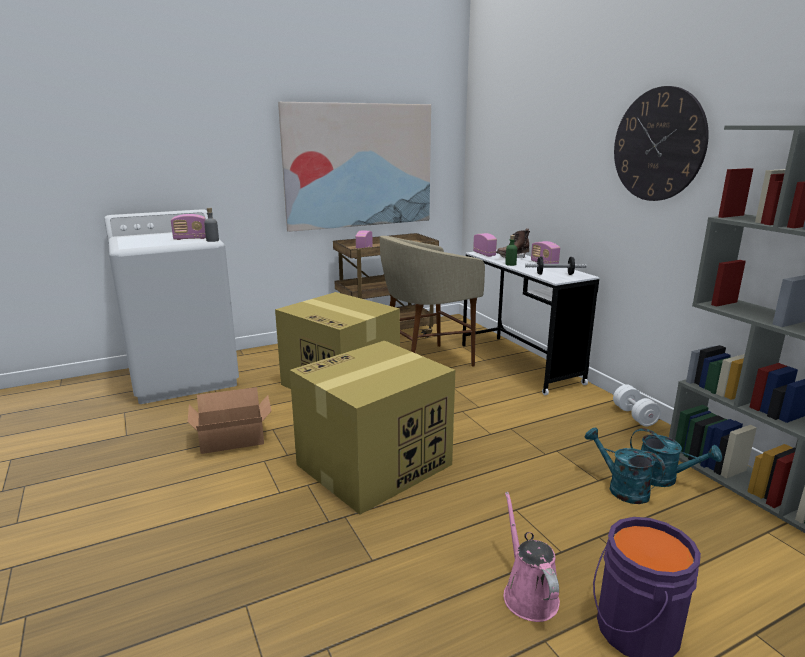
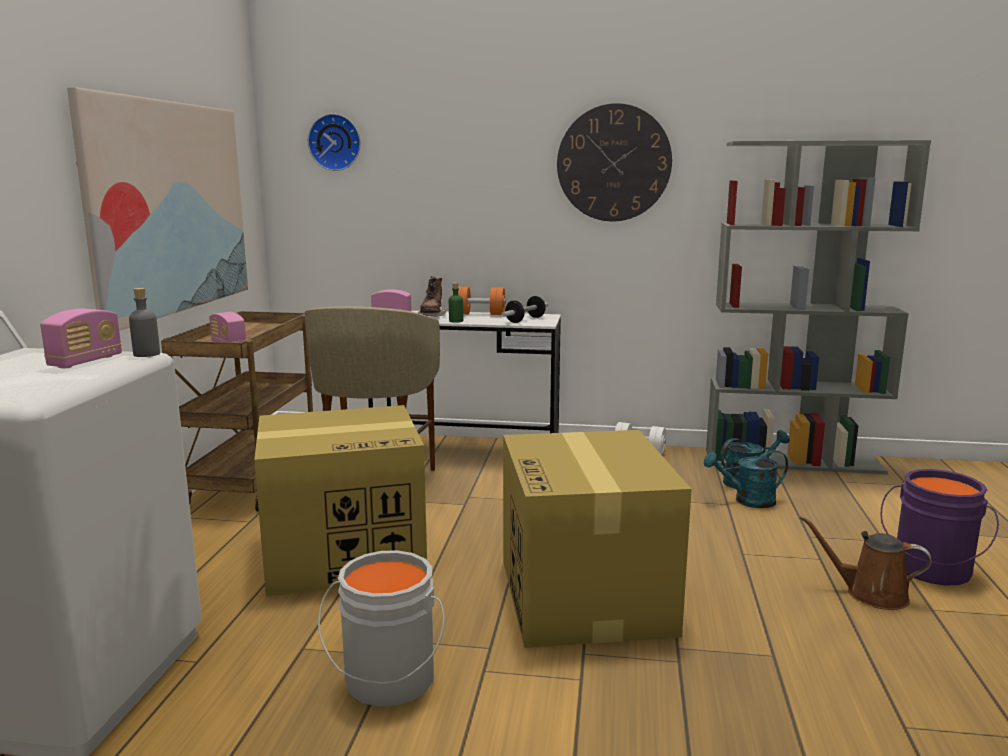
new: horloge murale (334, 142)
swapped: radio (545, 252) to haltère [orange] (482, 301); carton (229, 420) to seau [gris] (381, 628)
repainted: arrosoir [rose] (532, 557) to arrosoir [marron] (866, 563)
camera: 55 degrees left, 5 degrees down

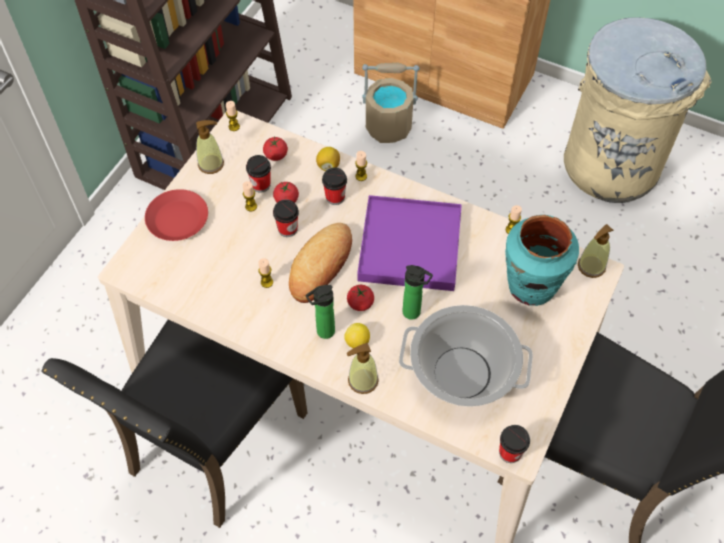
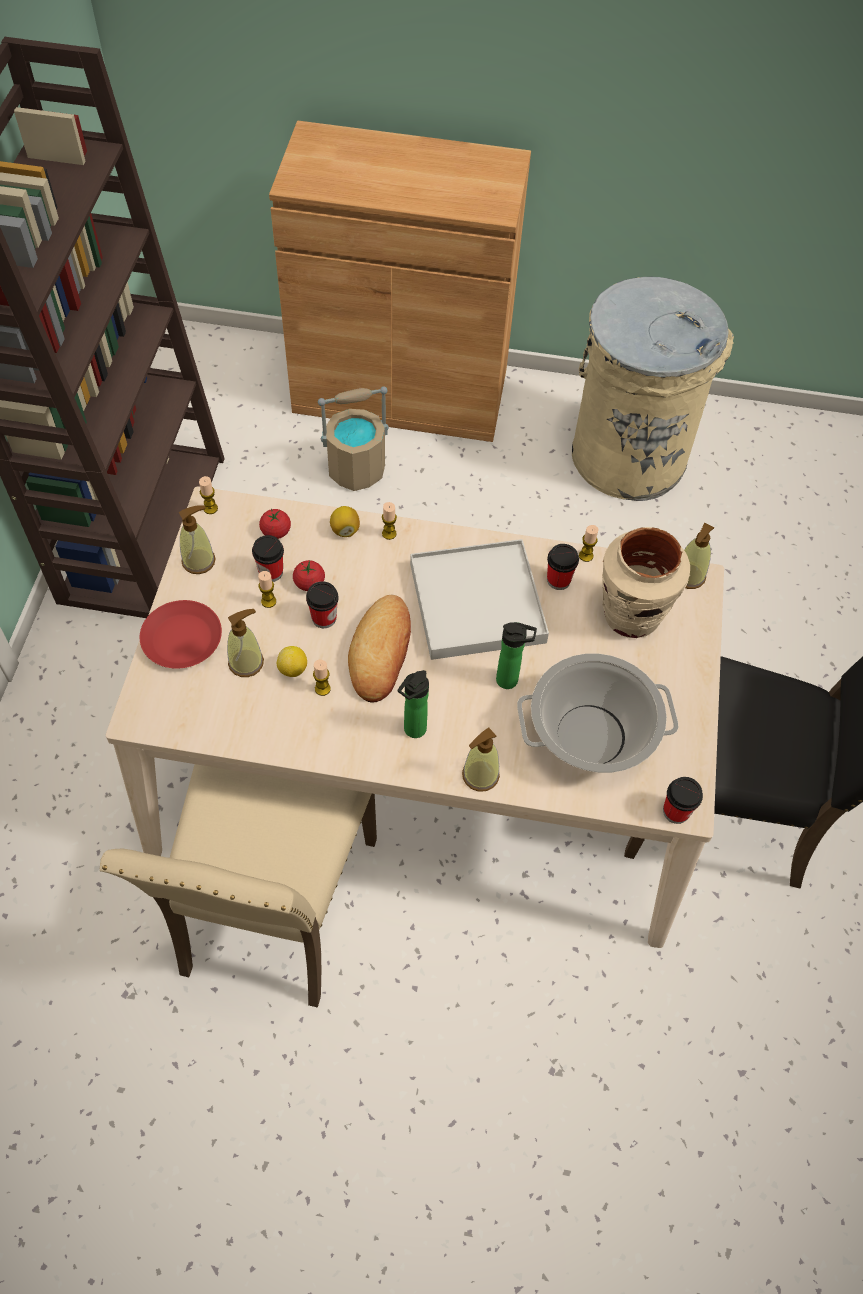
gone: tomate (360, 298)
new: distributeur de savon (245, 643)
shifted: tasse (334, 186) to (563, 567); citron (357, 335) to (292, 661)
repainted: plateau [violet] (409, 243) to plateau [blanc] (479, 599); vase [turquoise] (542, 260) to vase [beige] (646, 582); chaise [noir] (175, 423) to chaise [beige] (238, 886)
camera: 20 degrees left, 0 degrees up

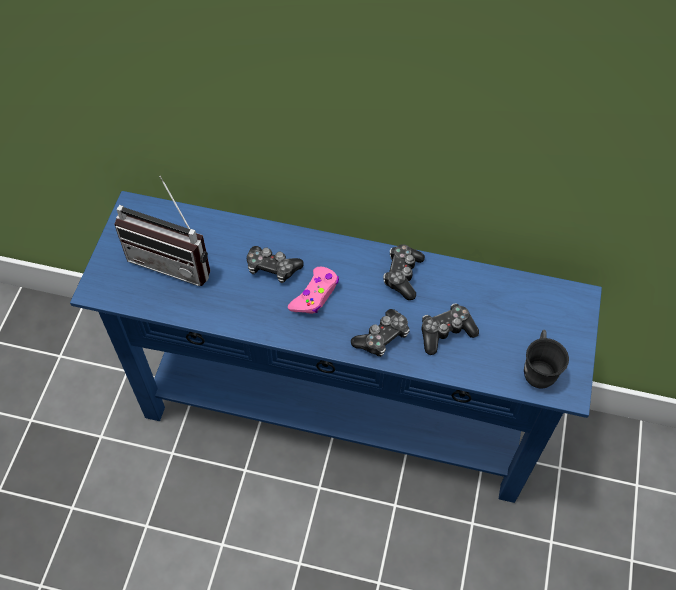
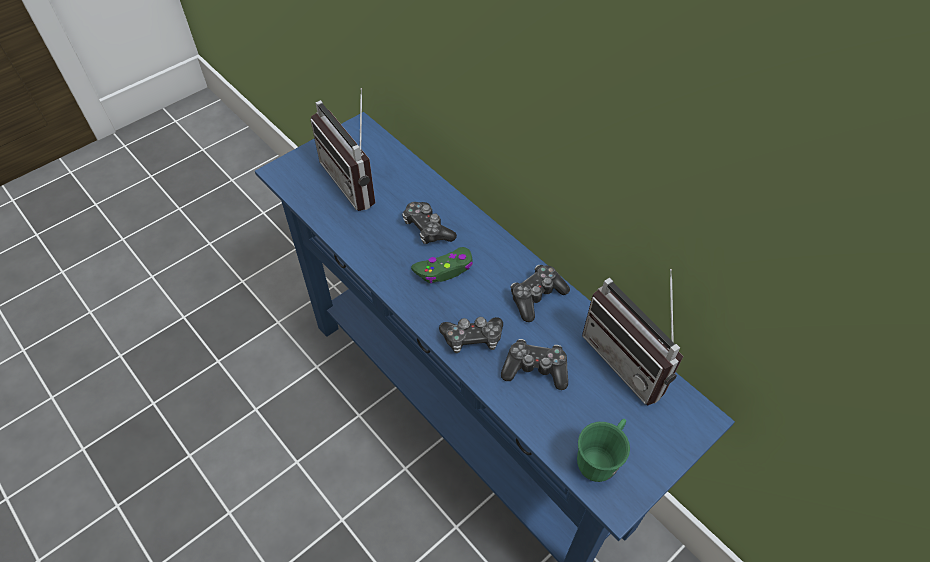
new: radio (632, 337)
repainted: manette [rose] (313, 290) to manette [vert] (442, 265); mug [gris] (546, 359) to mug [vert] (603, 450)
camera: 35 degrees right, 5 degrees down

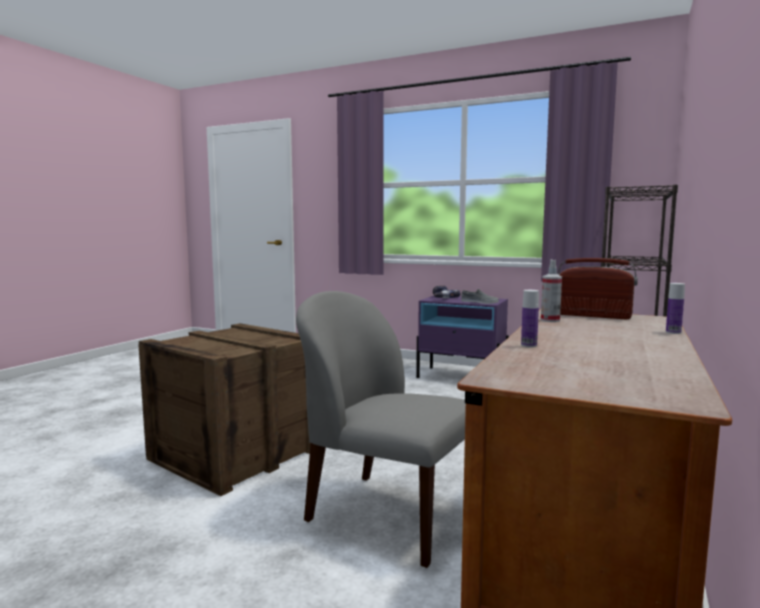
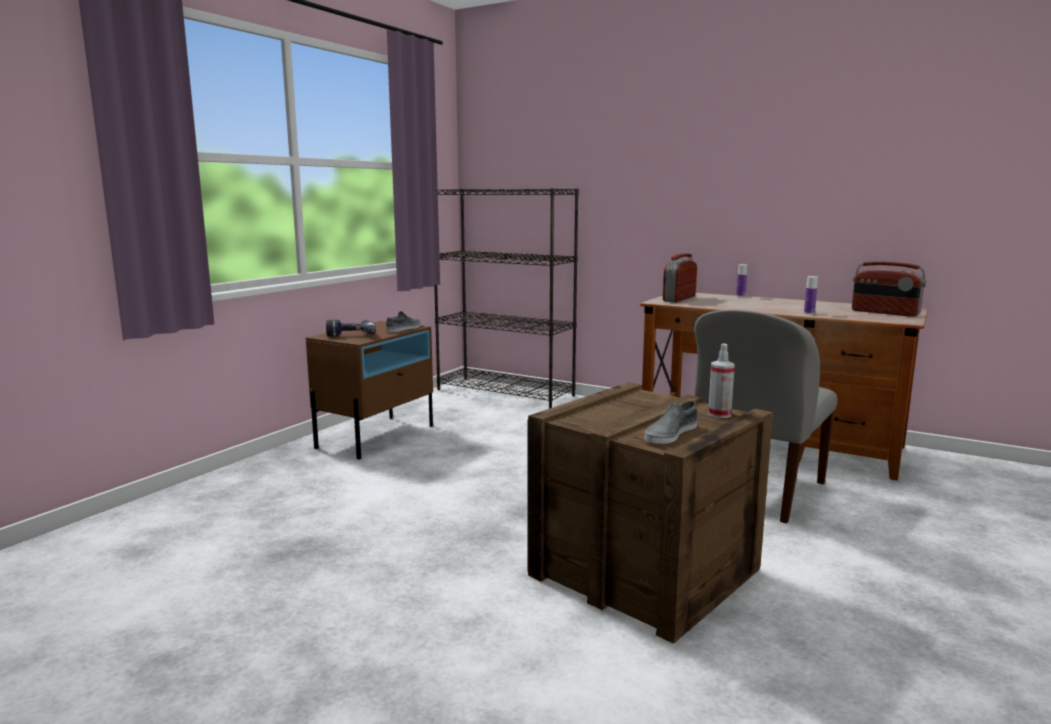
new: radio (889, 289); chaussure [gris] (671, 422)
shifted: vaporisateur (551, 291) to (721, 381)
repainted: table de chevet [violet] (462, 337) to table de chevet [marron] (369, 390)
camera: 85 degrees left, 5 degrees up

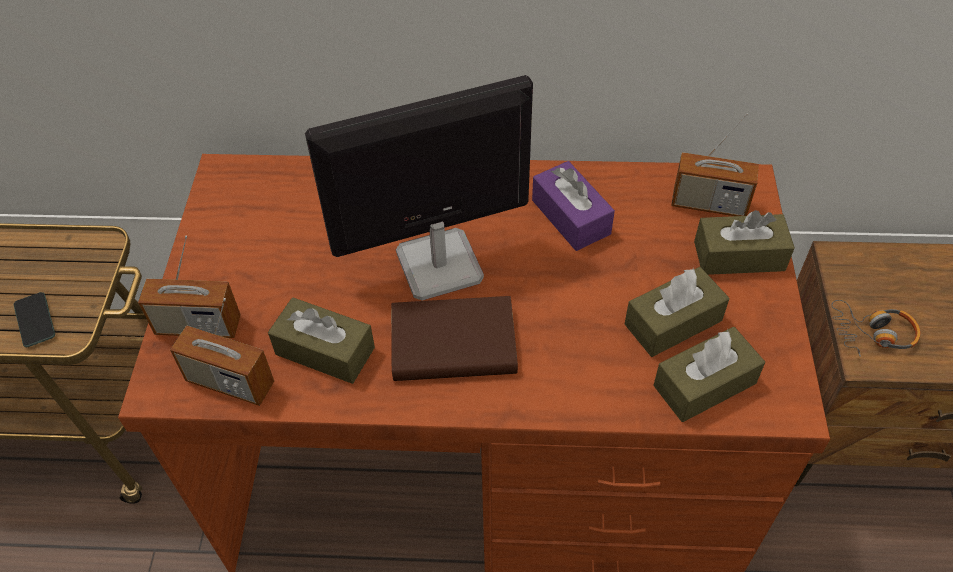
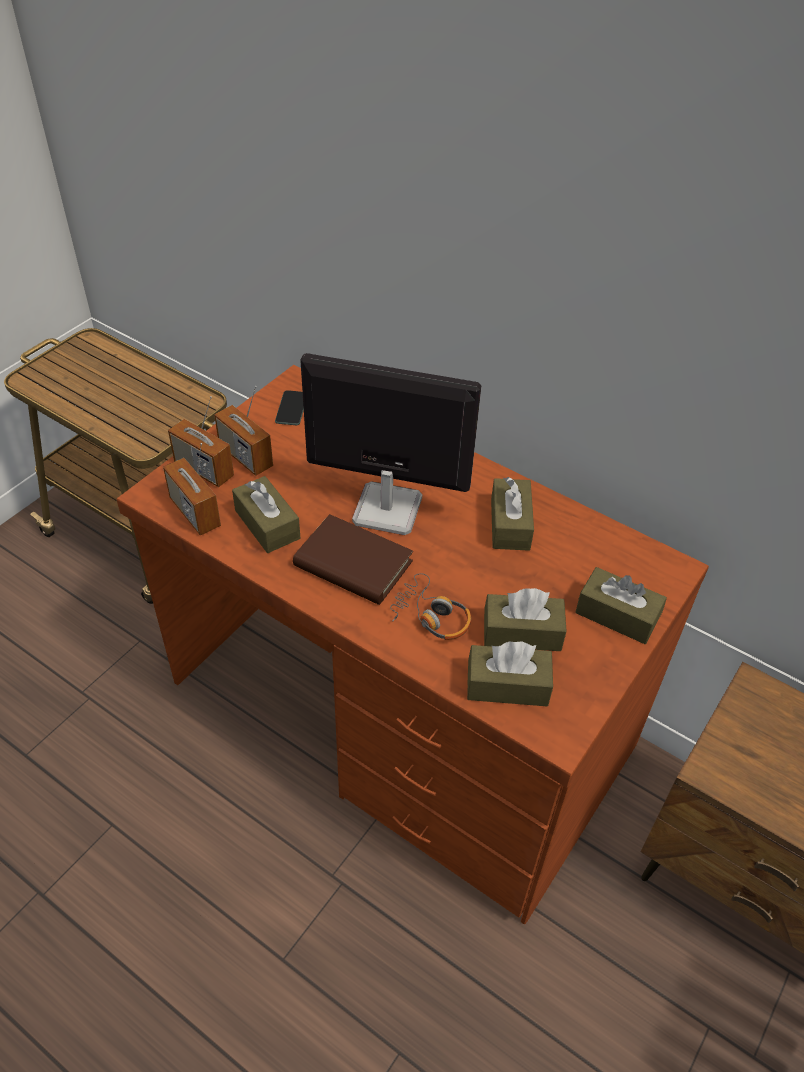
shifted: radio (715, 164) to (243, 431); téléphone (34, 319) to (289, 407); casque audio (875, 328) to (430, 606)
repainted: boîte à mouchoirs [violet] (573, 206) to boîte à mouchoirs [marron] (512, 514)
camera: 30 degrees right, 5 degrees down

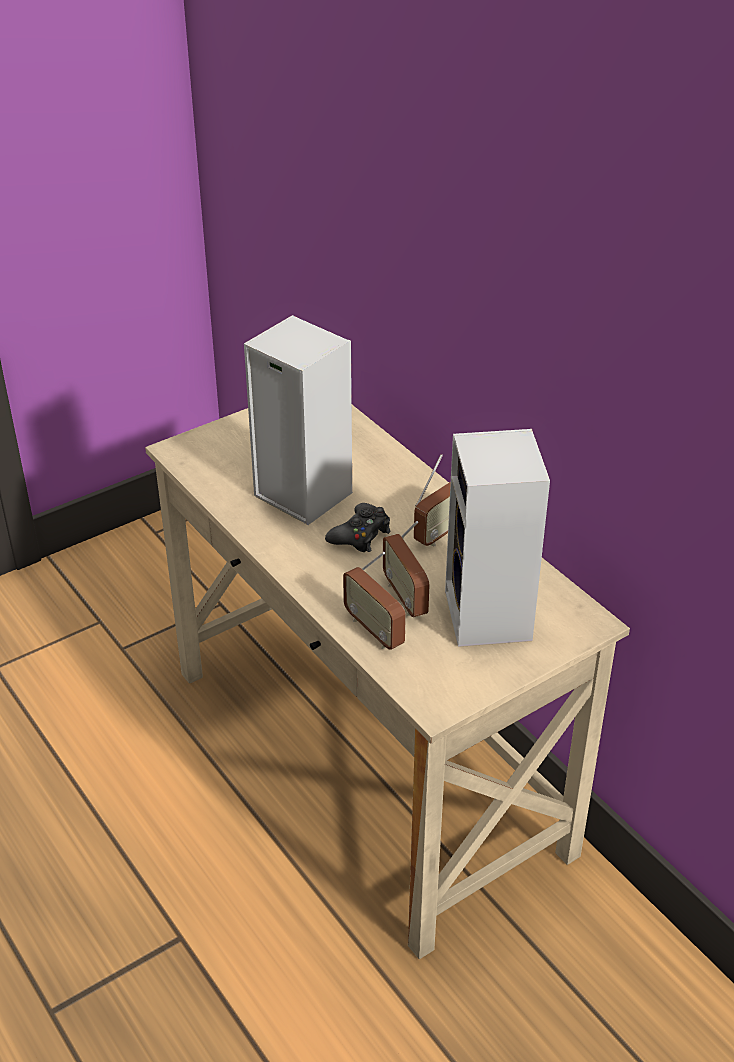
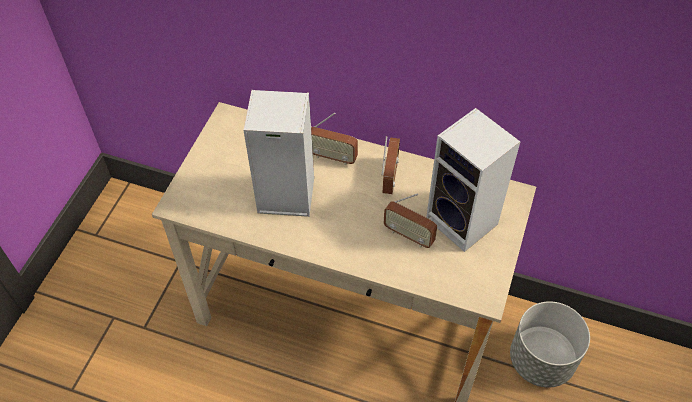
gone: manette [noir] (358, 527)
new: cache-pot [gris] (550, 344)
shifted: radio (374, 601) to (334, 138)
camera: 35 degrees left, 15 degrees up

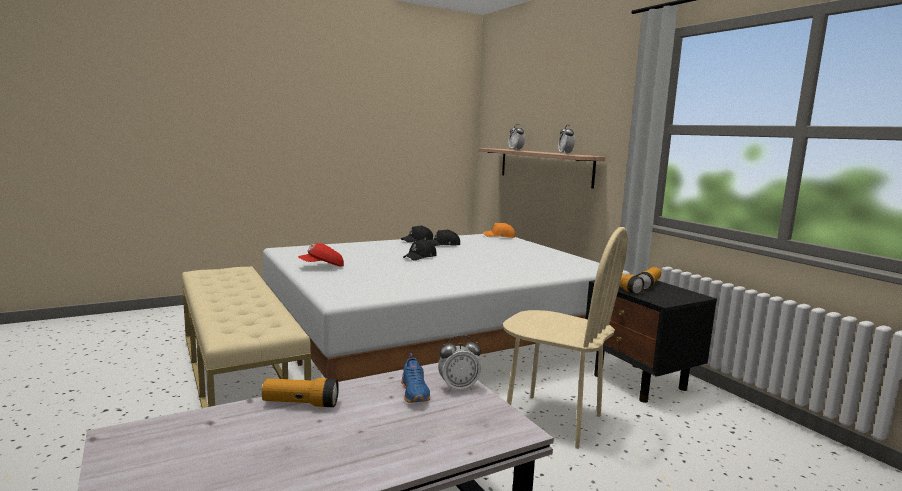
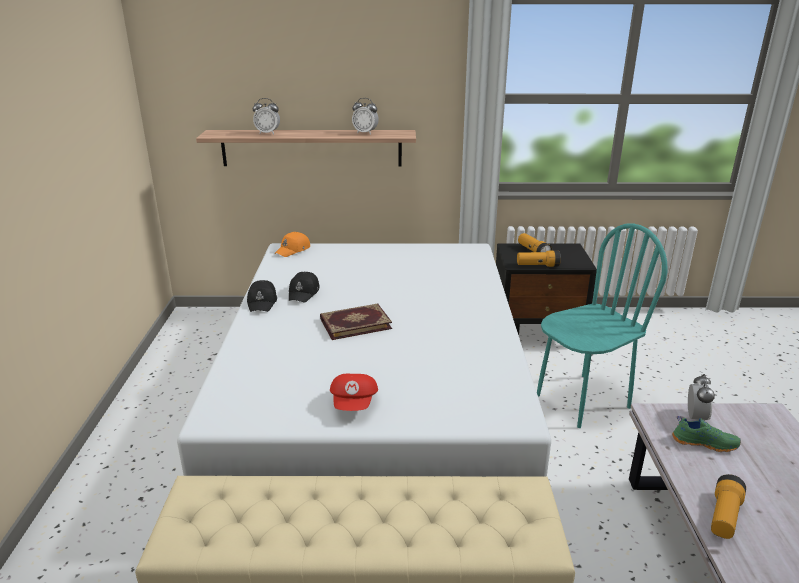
swapped: casquette [noir] (419, 250) to livre (356, 322)
repainted: chaise [beige] (565, 338) to chaise [turquoise] (602, 325); chaussure [bleu] (415, 378) to chaussure [vert] (706, 434)
camera: 60 degrees left, 15 degrees up

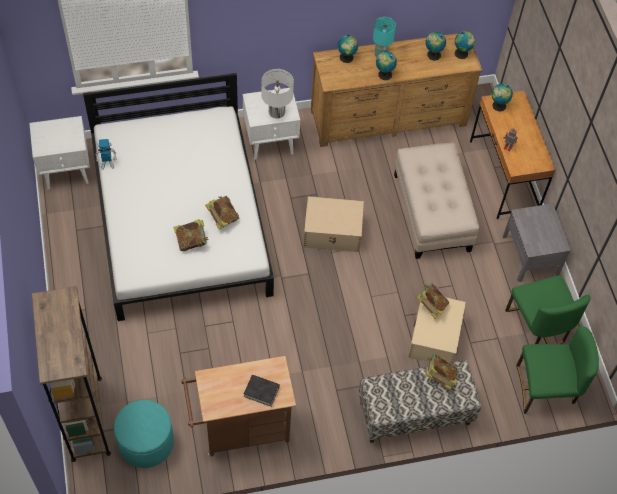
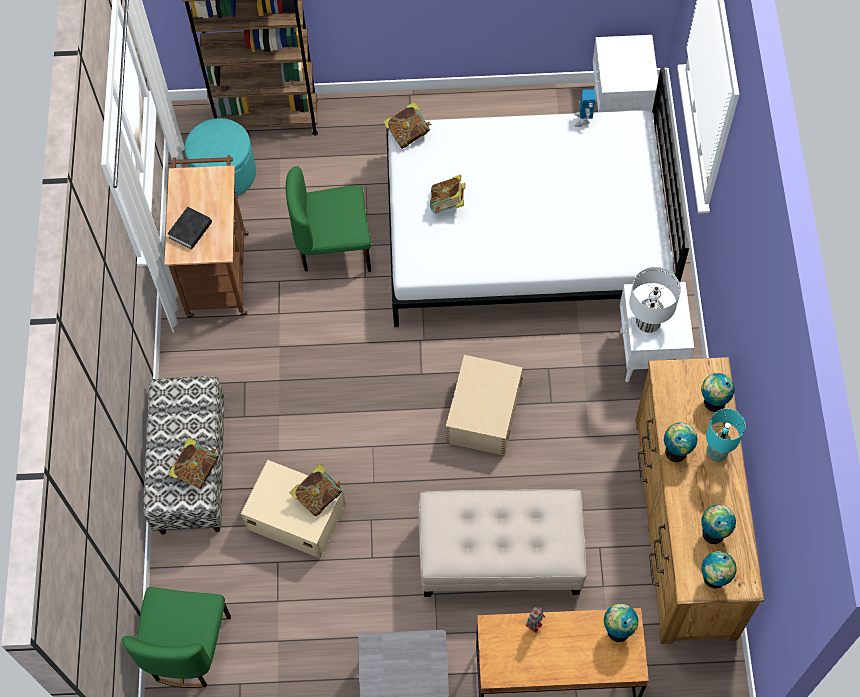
shifted: livre (222, 212) to (407, 125); chaise [vert] (548, 309) to (328, 219)
camera: 105 degrees right, 5 degrees up

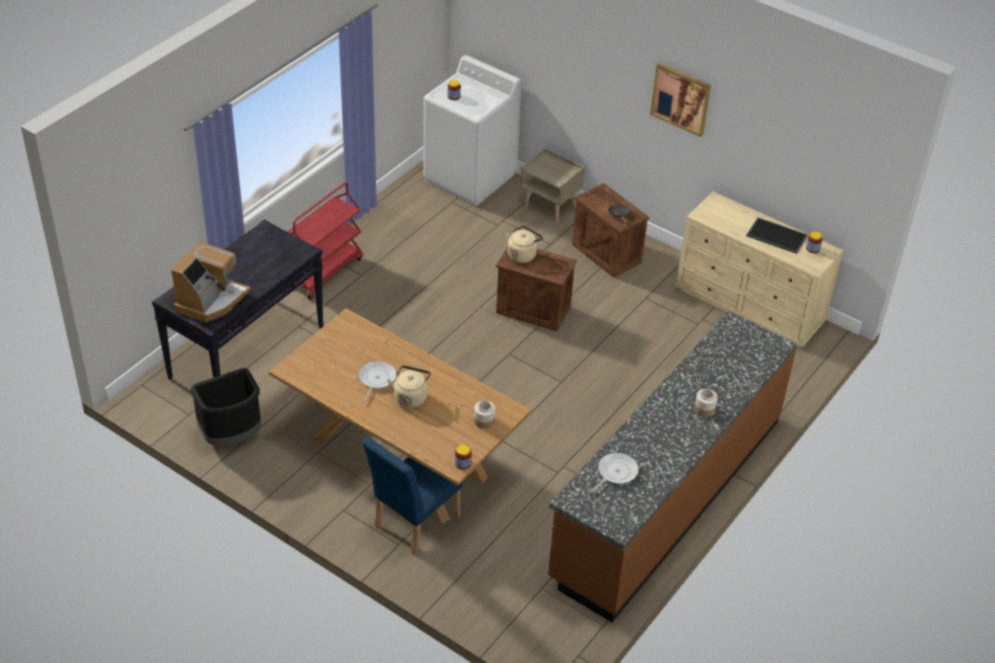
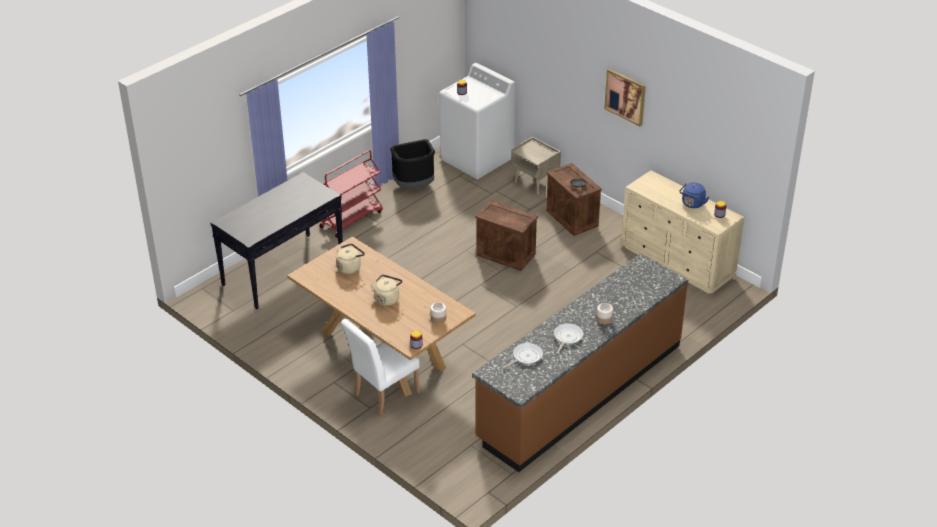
gone: machine à café (211, 282)
shifted: bouilloire [beige] (524, 244) to (350, 258); poêle (377, 382) to (569, 338); poubelle [noir] (225, 407) to (412, 163)
swapped: plateau (777, 236) to bouilloire [bleu] (694, 195)
repainted: chaise [bleu] (412, 496) to chaise [blanc] (380, 367)
camera: 10 degrees right, 5 degrees down

